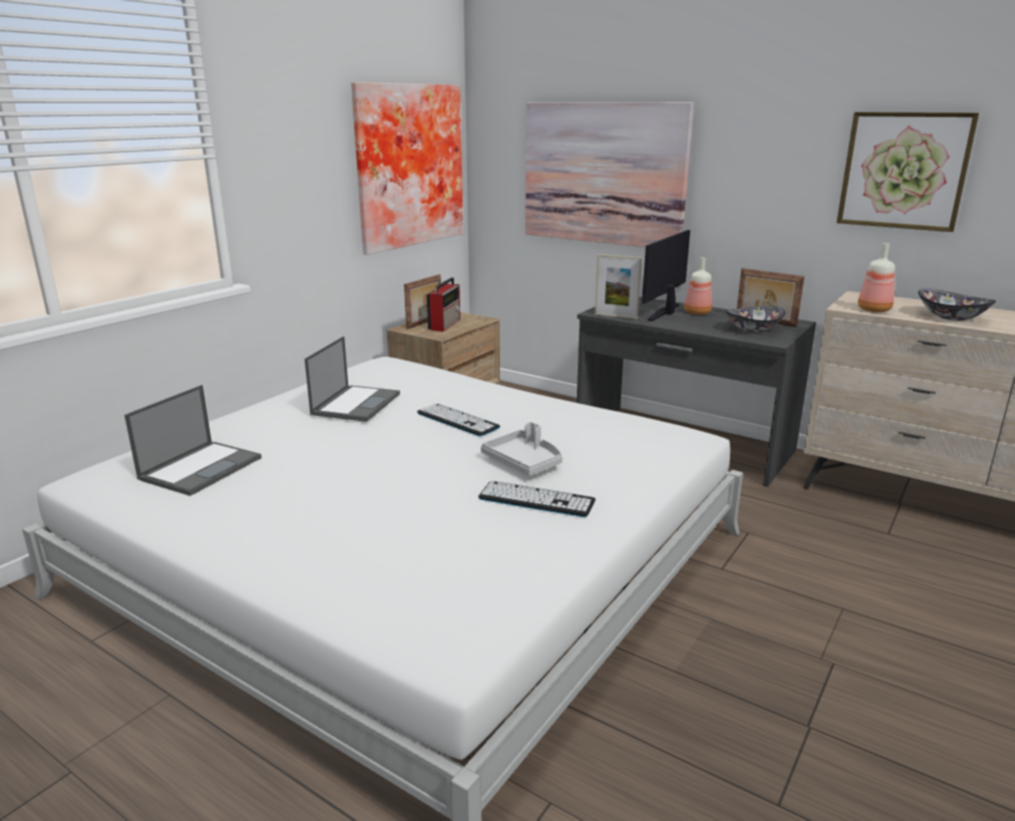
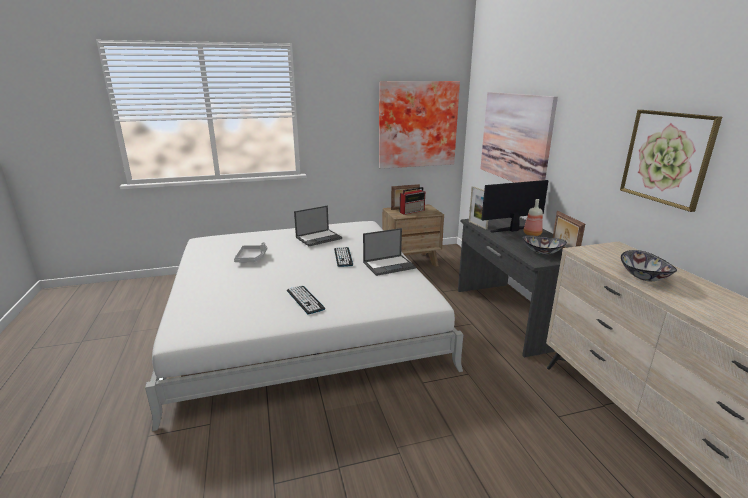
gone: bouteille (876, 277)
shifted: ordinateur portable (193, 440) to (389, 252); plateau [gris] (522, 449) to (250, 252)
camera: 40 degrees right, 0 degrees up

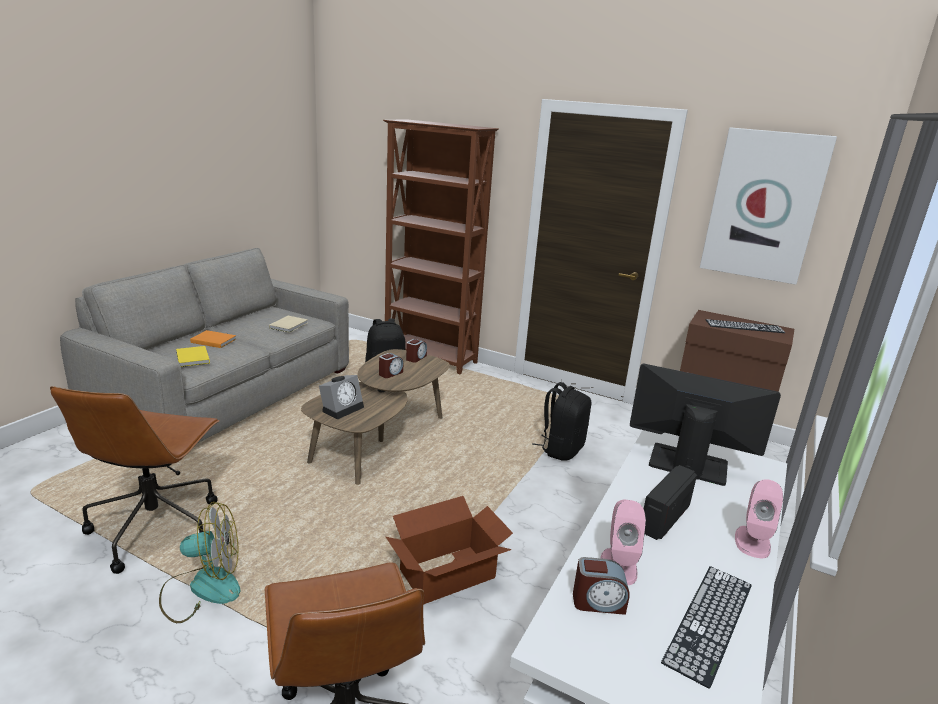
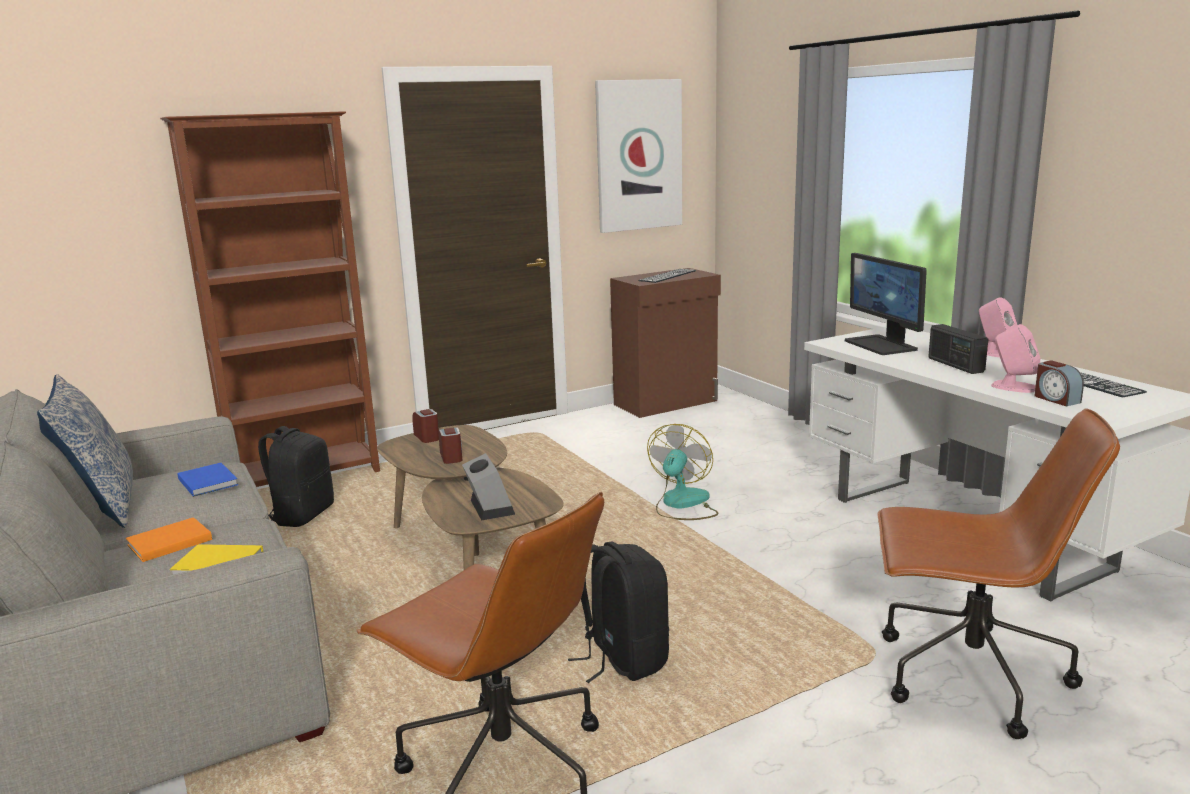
gone: carton (449, 550)
new: coussin (85, 451)
shifted: sac à dos [noir] (562, 421) to (618, 612); ventilateur (199, 562) to (682, 472)
repainted: livre [beige] (288, 324) to livre [bleu] (207, 480)
rotated: écran d'ordinateur (705, 424) = (886, 304) 75 degrees counterclockwise; réveil (601, 586) = (1059, 383) 120 degrees clockwise
camera: 55 degrees left, 5 degrees down

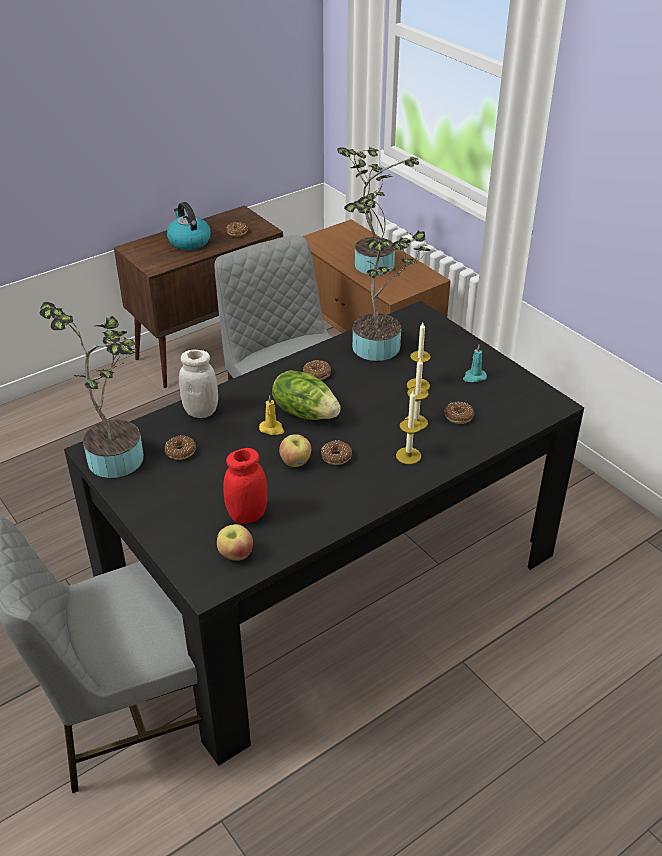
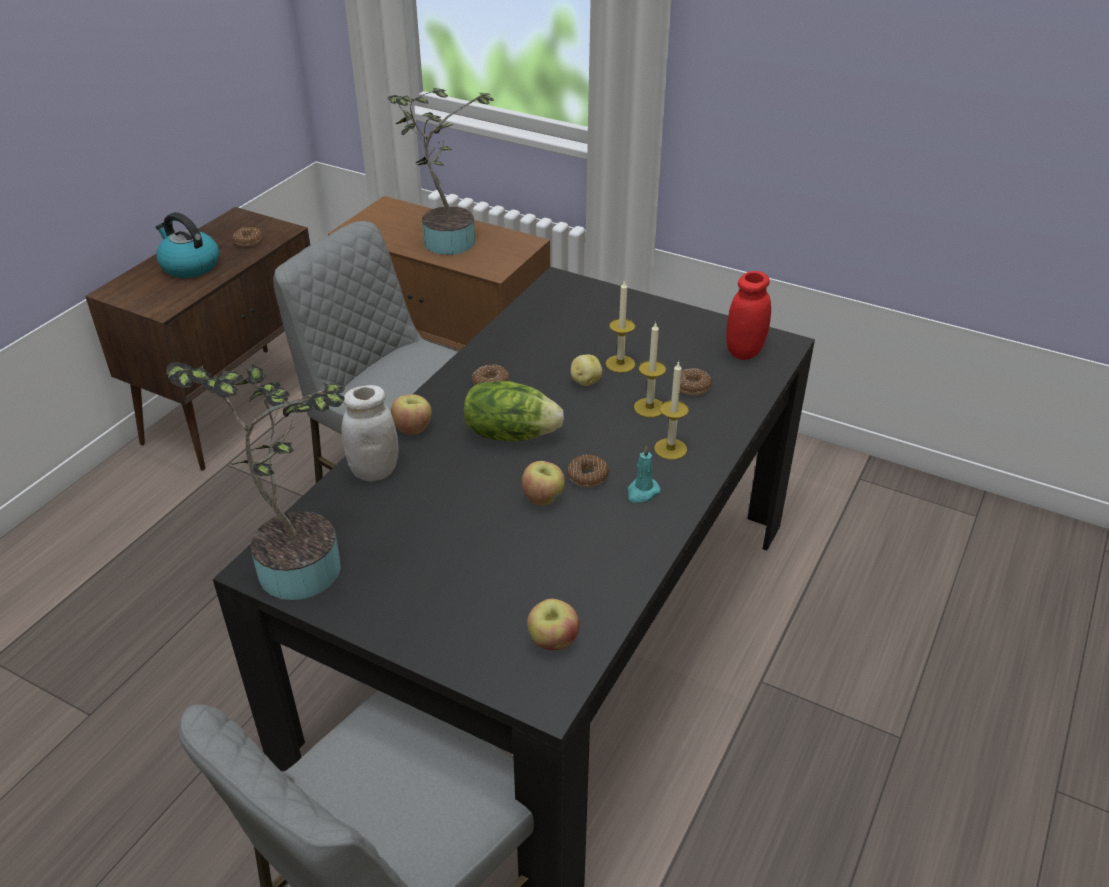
gone: plante en pot (387, 277); bougie [jaune] (271, 415); beignet (180, 448)
new: pomme de terre (586, 370); pomme (411, 414)
shifted: bougie [turquoise] (475, 363) to (644, 474); bocal [rouge] (245, 486) to (748, 315)
camera: 25 degrees left, 0 degrees up

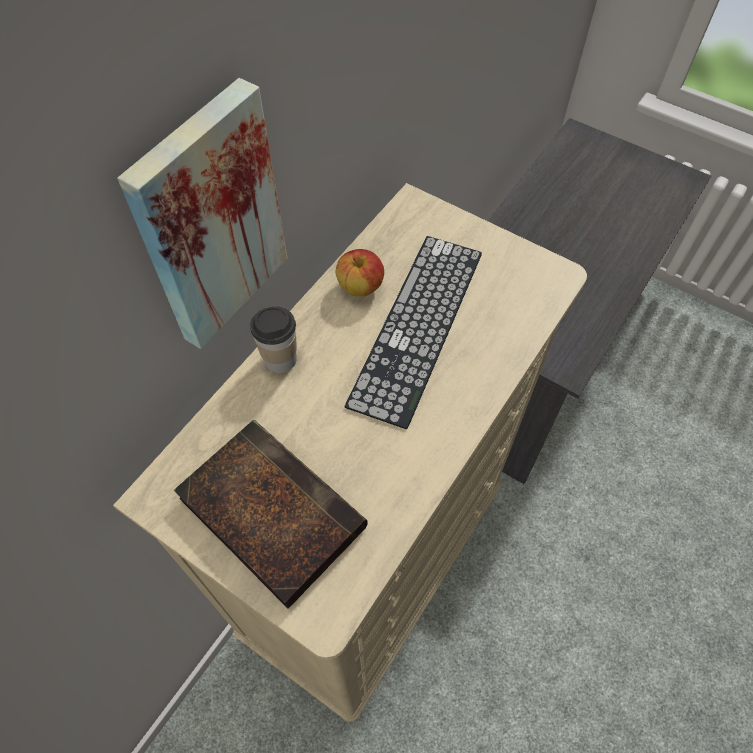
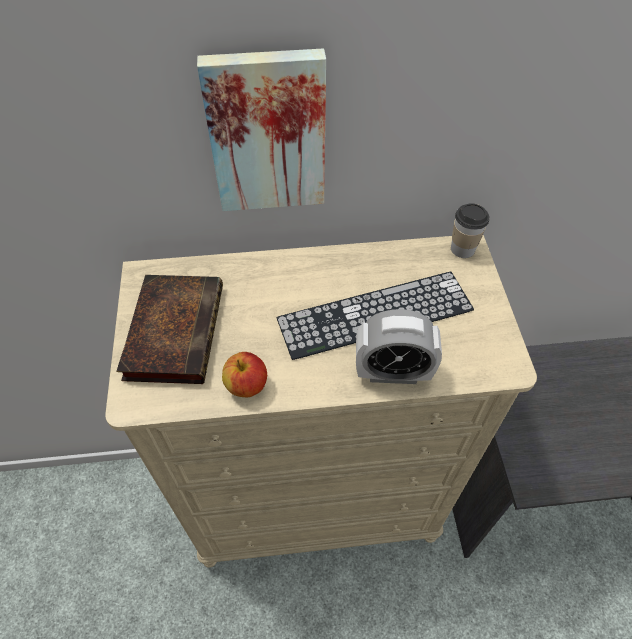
new: réveil (399, 346)
shifted: pomme (360, 272) to (244, 374); tasse (273, 339) to (470, 230)
camera: 50 degrees right, 5 degrees down

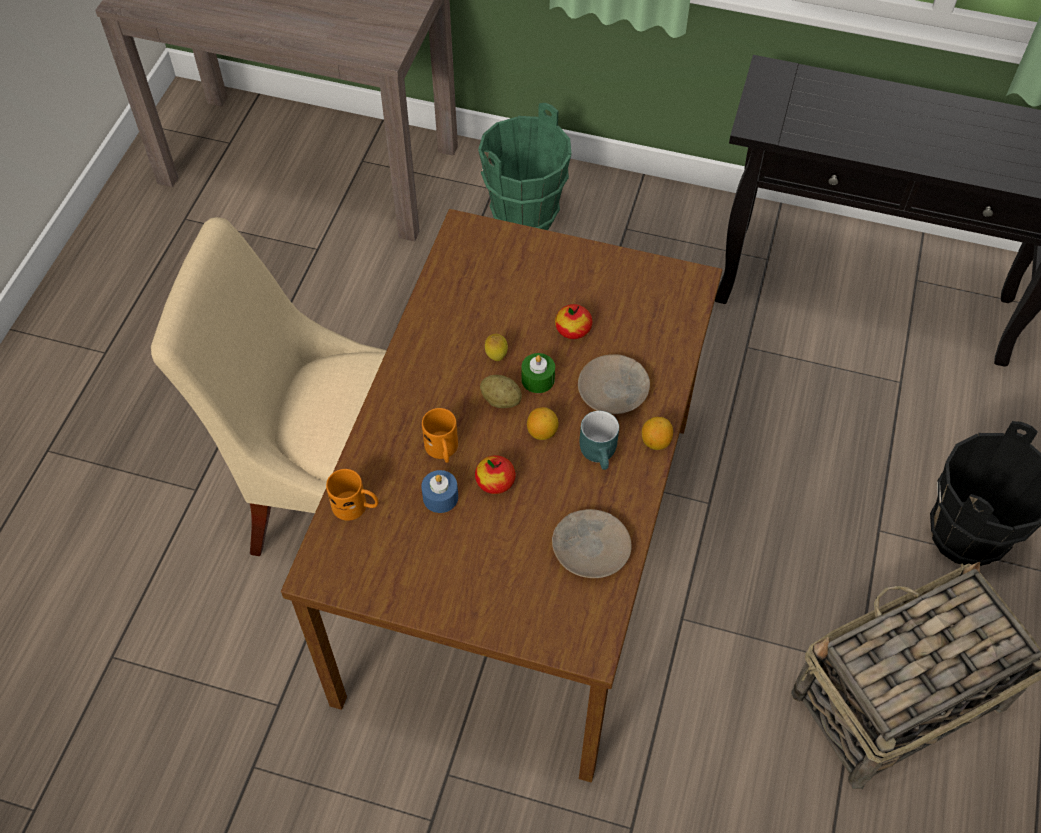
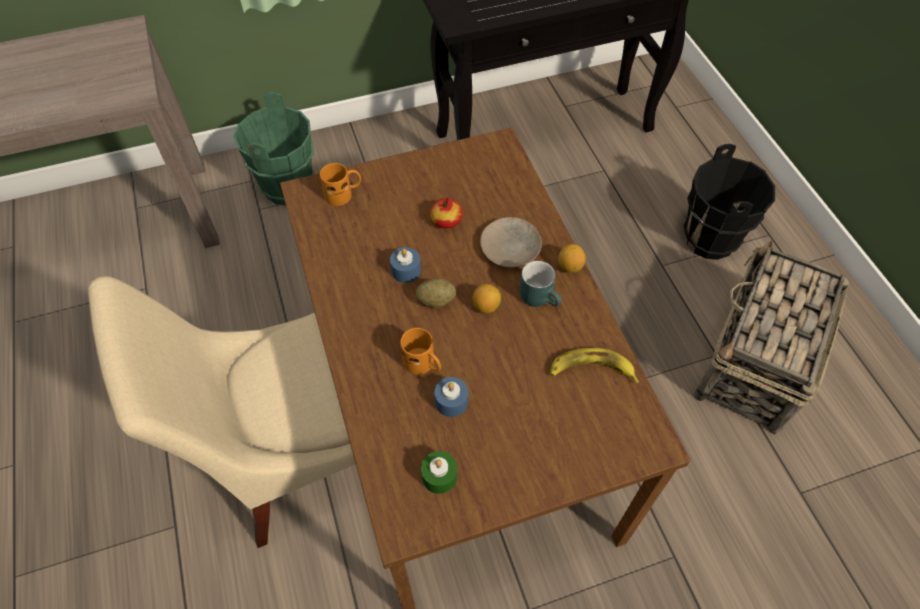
gone: pomme (495, 474)
shifted: bougie [vert] (538, 373) to (439, 472); mug [orange] (352, 495) to (340, 184)
swapped: citron (496, 347) to bougie [bleu] (405, 265); assiette [beige] (592, 543) to banane (594, 365)
camera: 35 degrees left, 0 degrees up

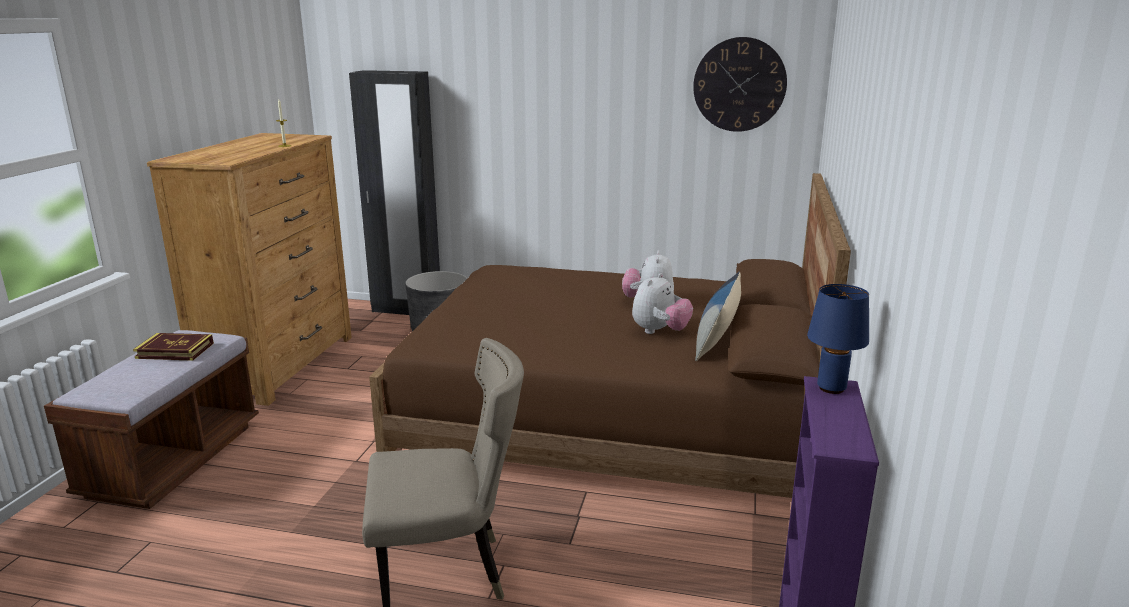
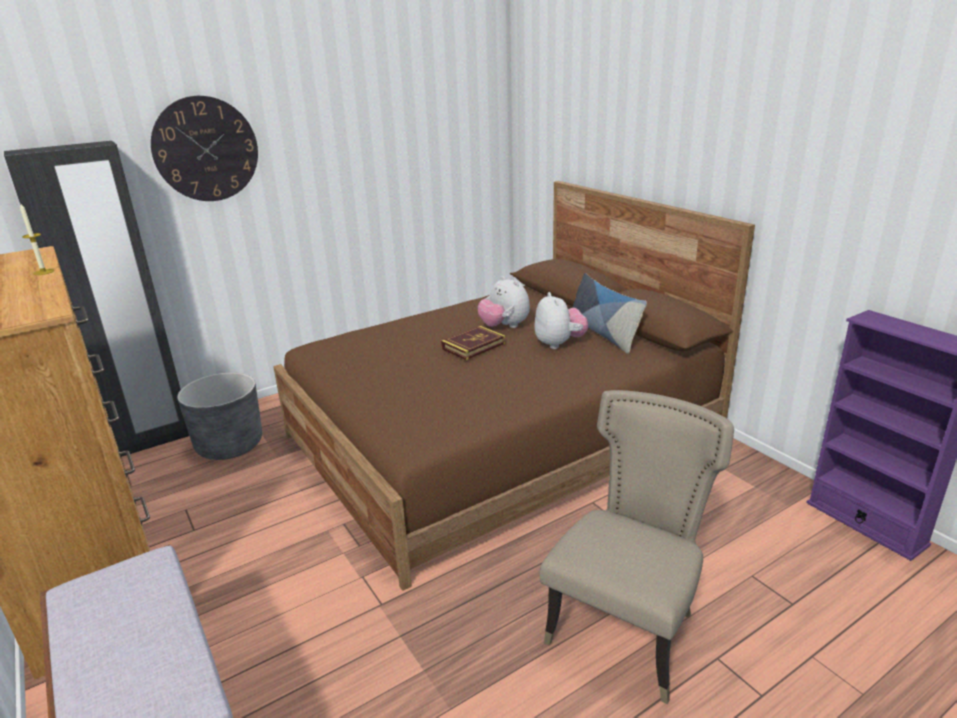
gone: lampe de table [bleu] (838, 339)
shifted: horloge murale (740, 84) to (204, 148); livre (173, 347) to (473, 343)
camera: 45 degrees left, 5 degrees up

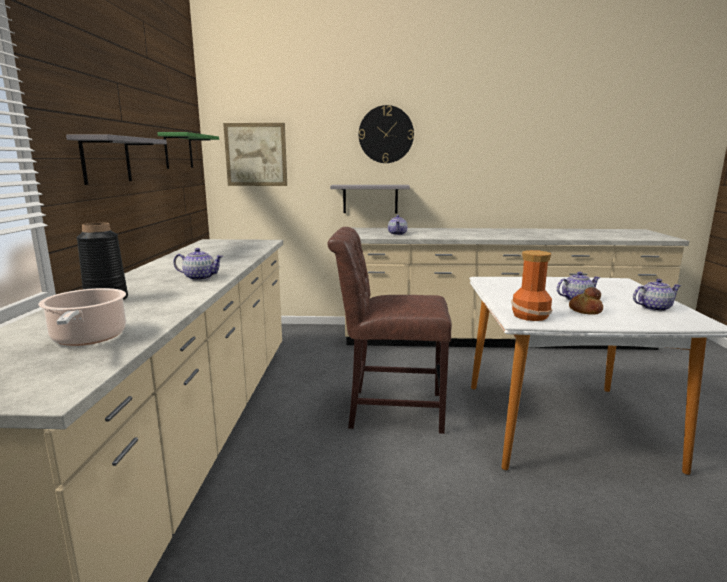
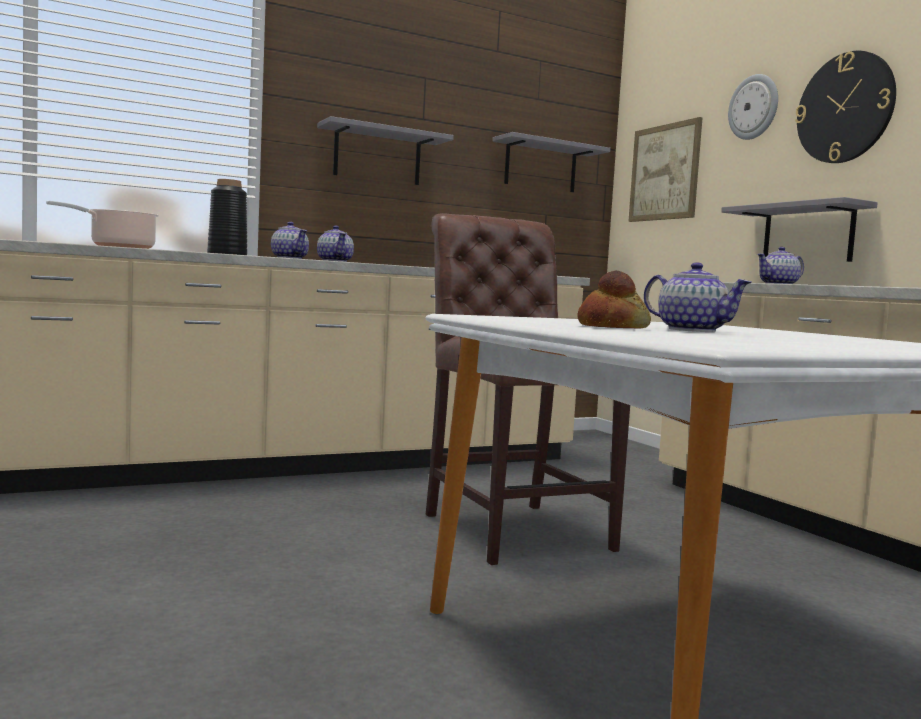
gone: vase (531, 285)
new: horloge murale (753, 107)
shifted: théière (657, 295) to (290, 240)
repainted: étagère [vert] (188, 150) to étagère [gris] (552, 162)
camera: 60 degrees right, 10 degrees down

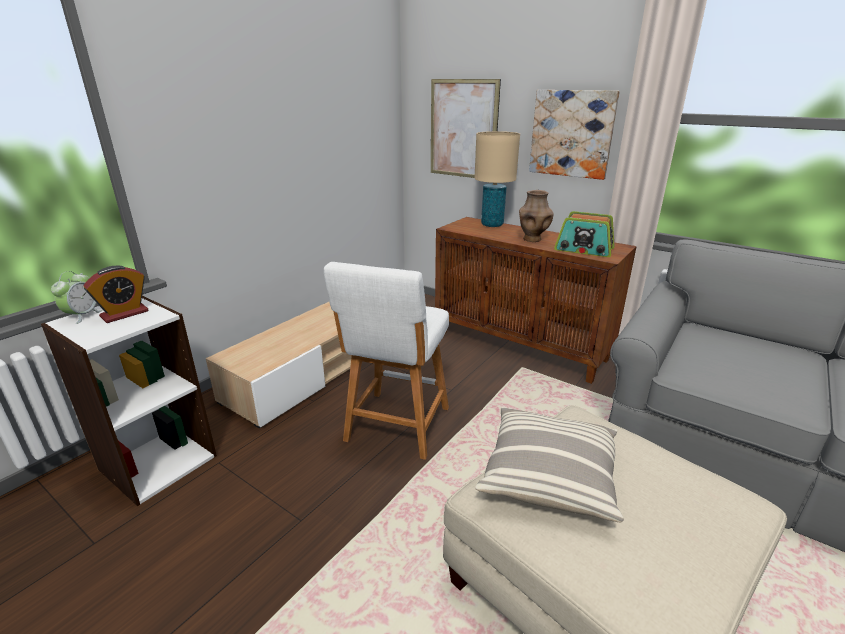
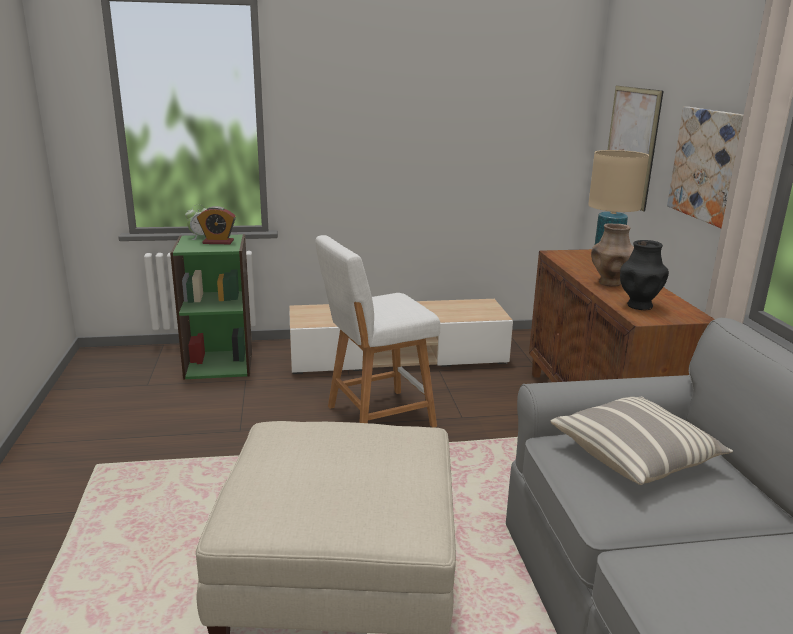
shifted: coussin (549, 464) to (642, 441)
swapped: radio (584, 234) to vase [noir] (644, 275)
repainted: bibliothèque [blanc] (129, 401) to bibliothèque [vert] (211, 307)
camera: 45 degrees right, 5 degrees down

